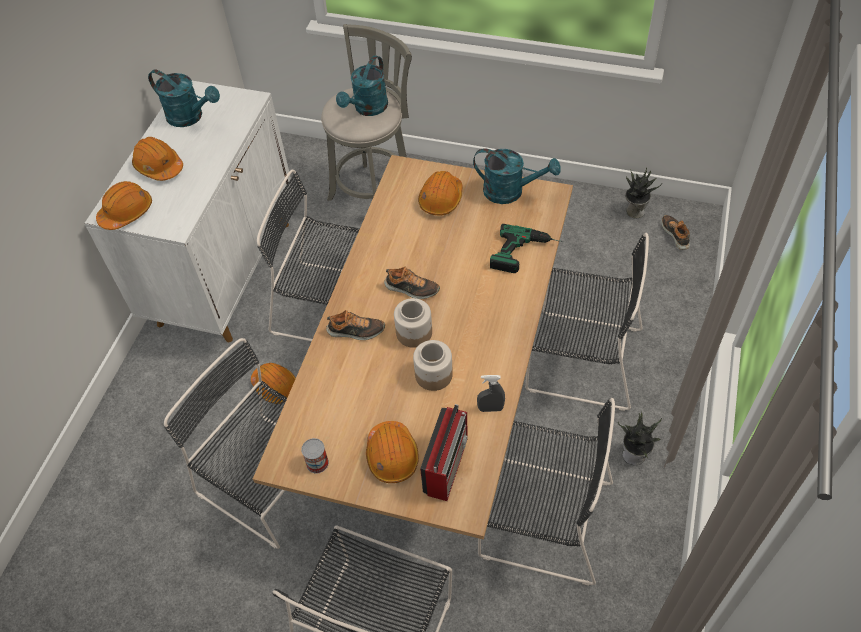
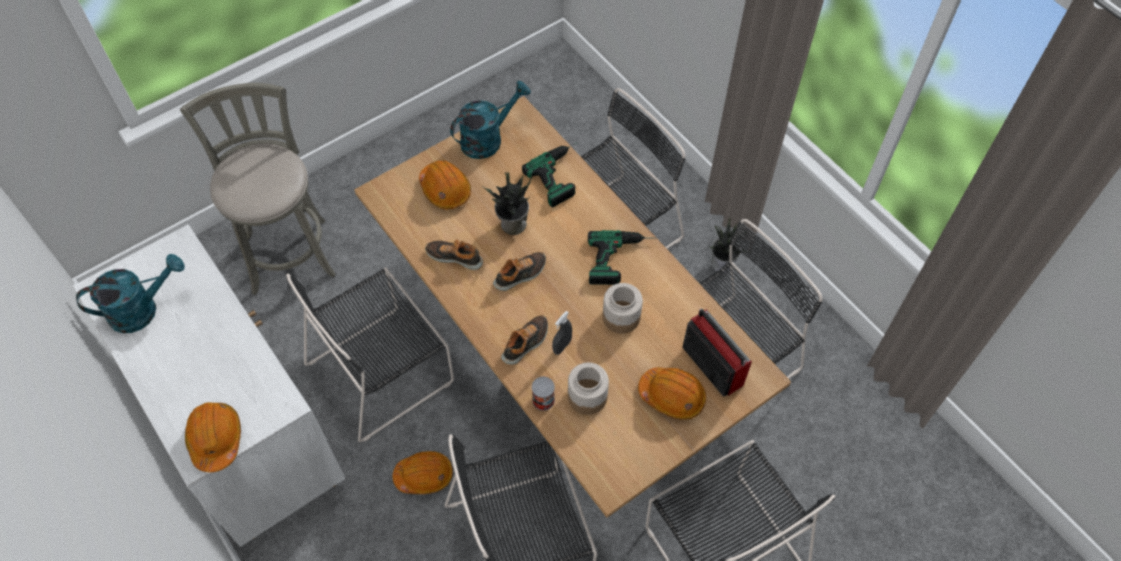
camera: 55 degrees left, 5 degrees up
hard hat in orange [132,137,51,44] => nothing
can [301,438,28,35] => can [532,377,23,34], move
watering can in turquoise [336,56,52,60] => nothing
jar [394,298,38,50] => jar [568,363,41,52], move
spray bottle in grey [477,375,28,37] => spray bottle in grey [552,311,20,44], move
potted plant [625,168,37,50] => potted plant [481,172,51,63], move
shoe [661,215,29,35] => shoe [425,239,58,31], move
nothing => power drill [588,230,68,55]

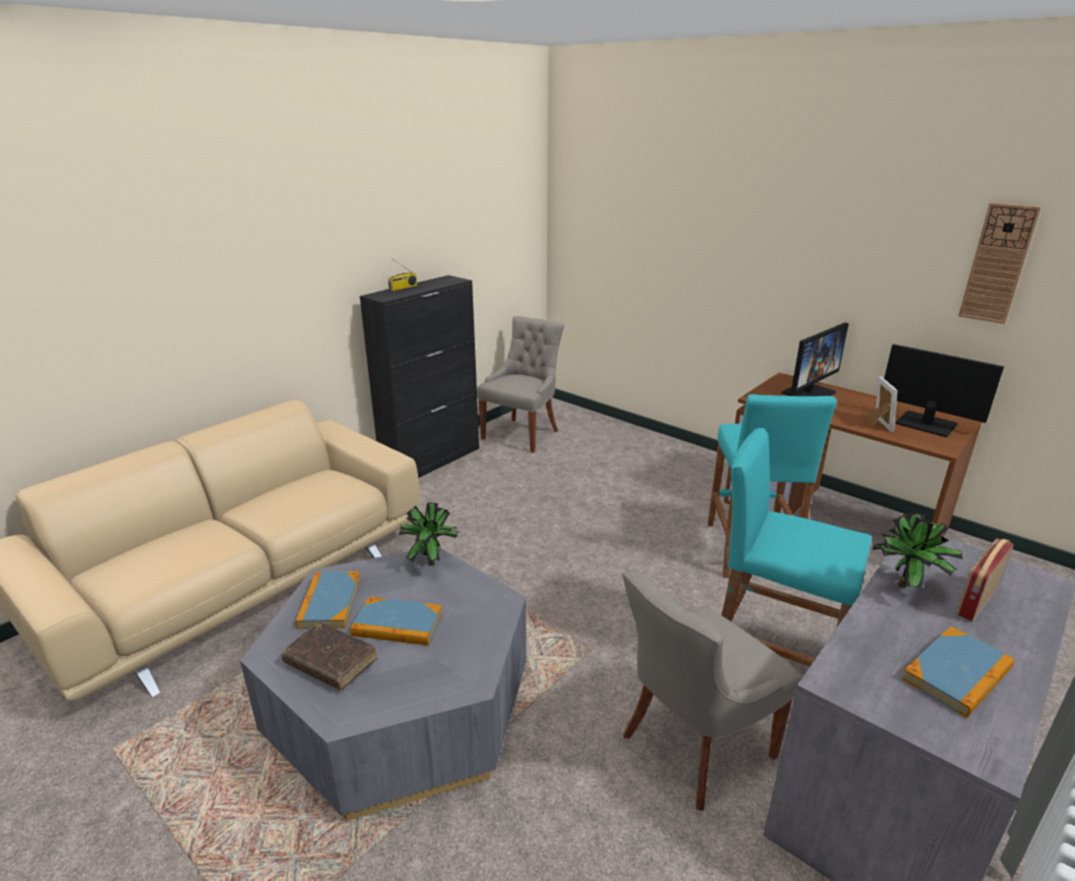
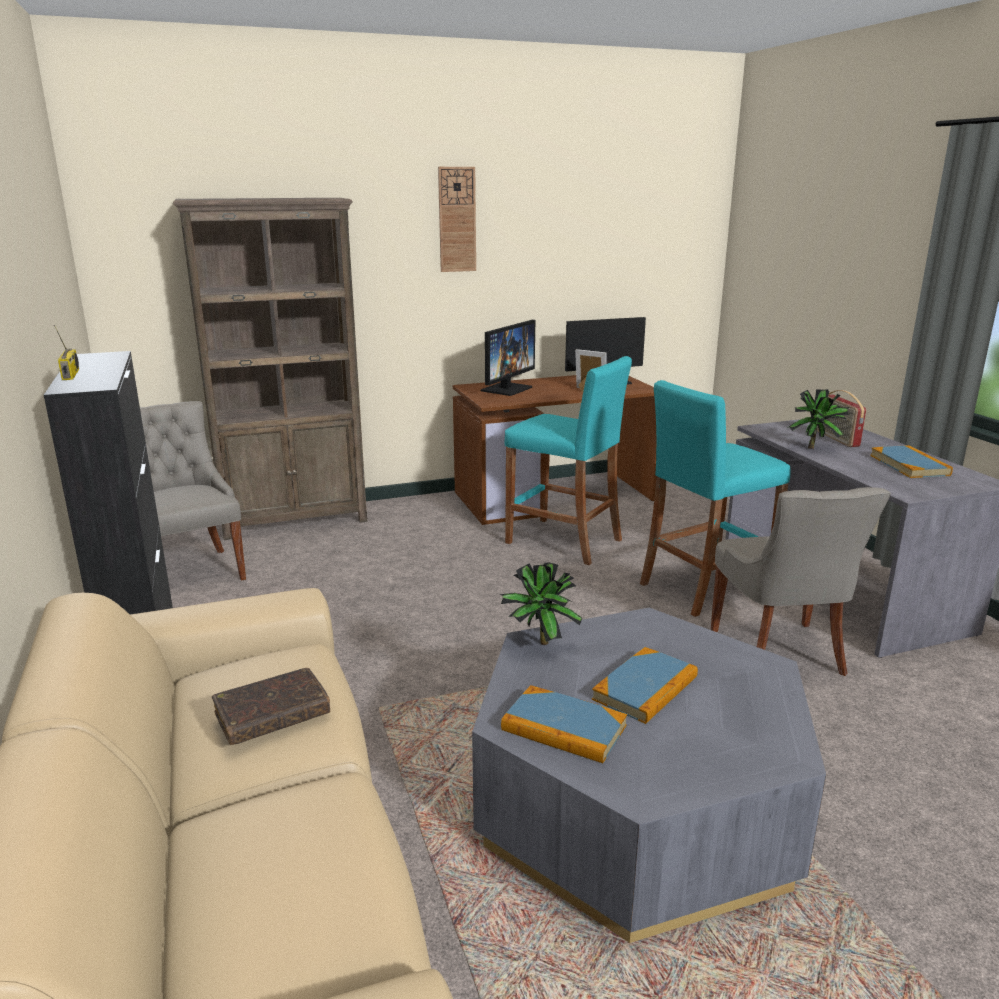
camera: 60 degrees left, 5 degrees down
book in brown [281,622,96,68] => book in brown [212,668,119,77], move
monitor [782,322,67,74] => monitor [480,320,55,76], 45 degrees clockwise
wall clock [958,203,83,121] => wall clock [438,167,38,105], move
nothing => bookcase in brown [173,198,194,342]

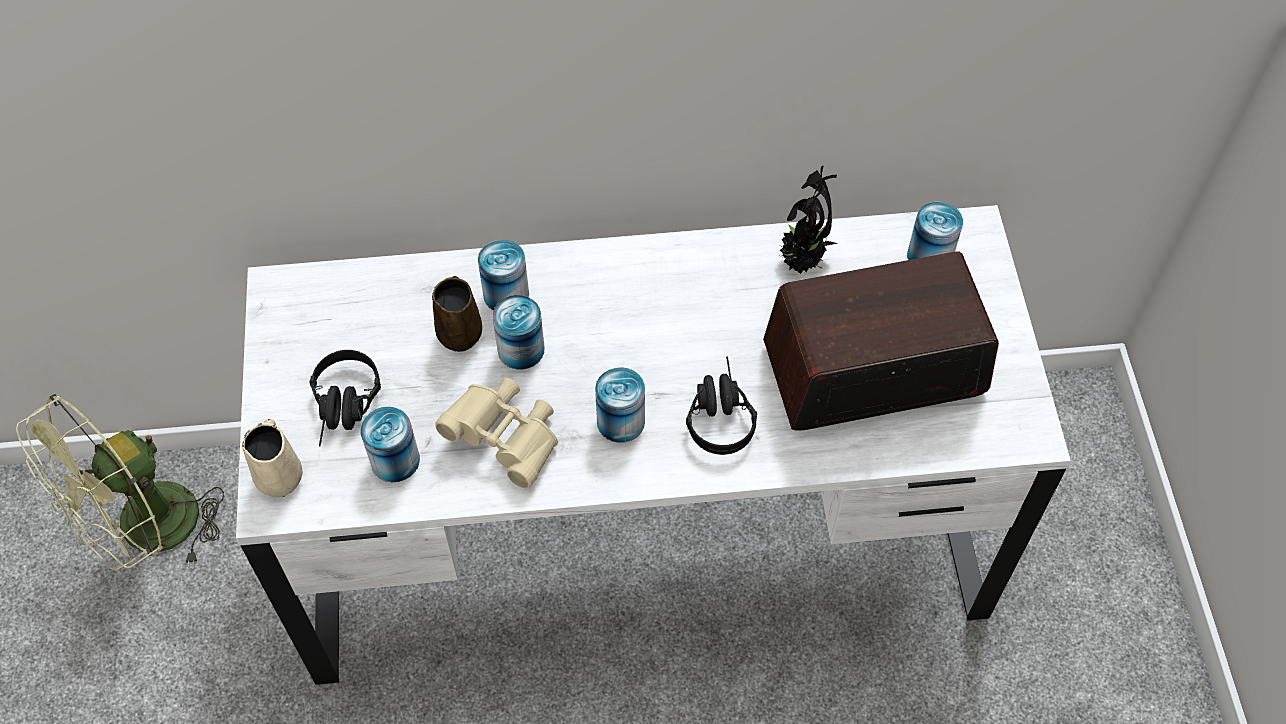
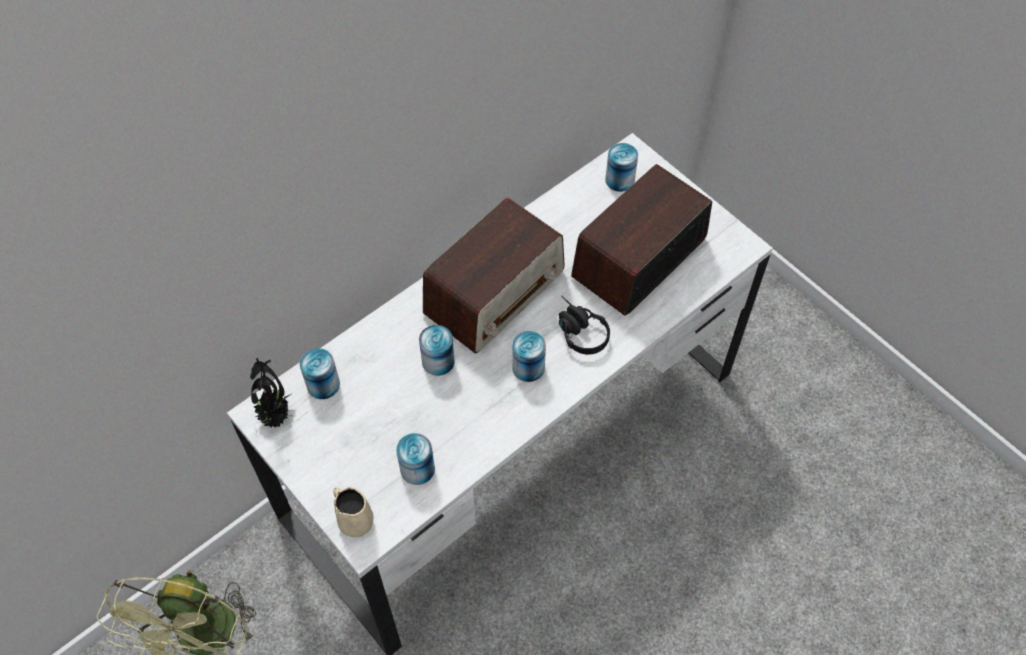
camera: 35 degrees left, 0 degrees up
headphones in black [309,350,72,96] => nothing
mug in brown [432,276,50,76] => nothing
binoculars in beige [435,378,123,110] => nothing
can [478,240,51,70] => can [300,348,40,51], move
potted plant [780,165,57,109] => potted plant [250,358,43,70], move
nothing => radio [423,198,142,155]

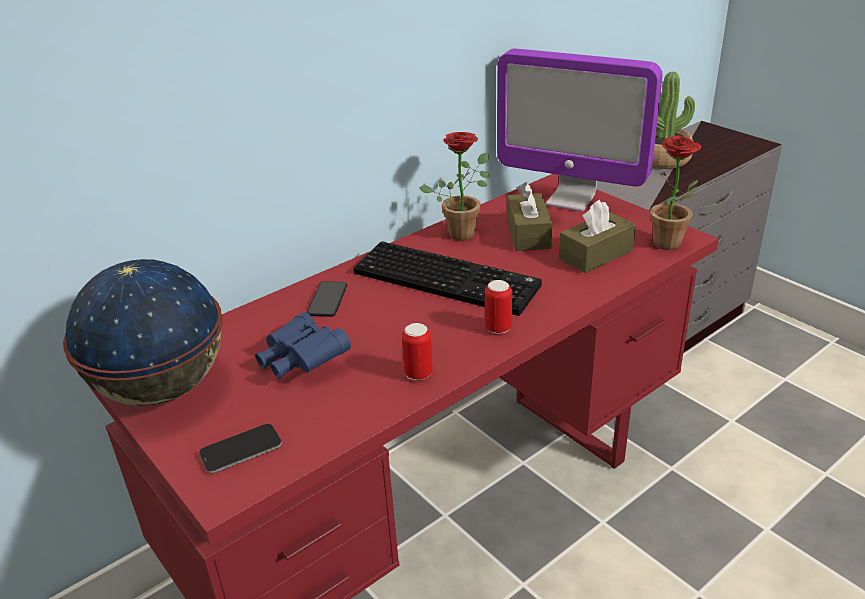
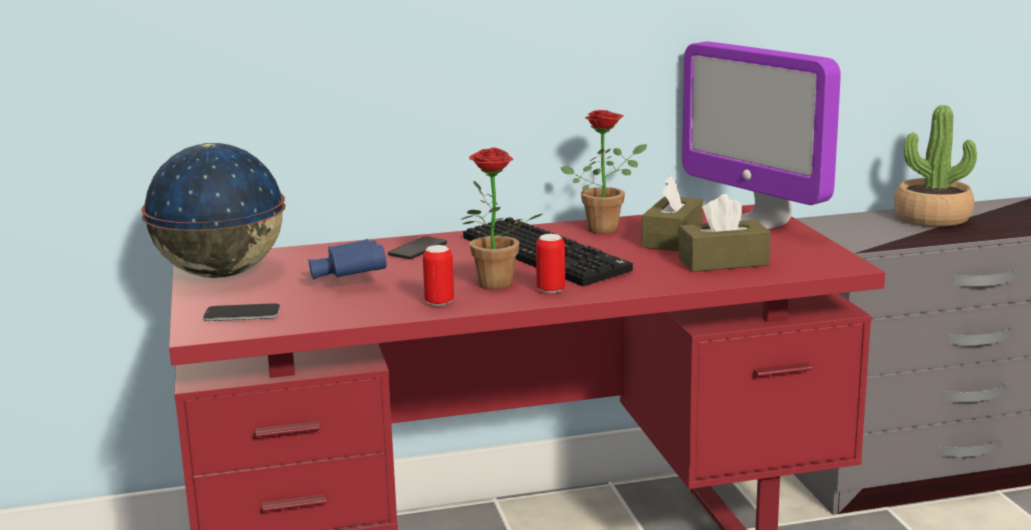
camera: 25 degrees right, 15 degrees down
potted plant [650,135,51,115] => potted plant [461,147,81,143], move

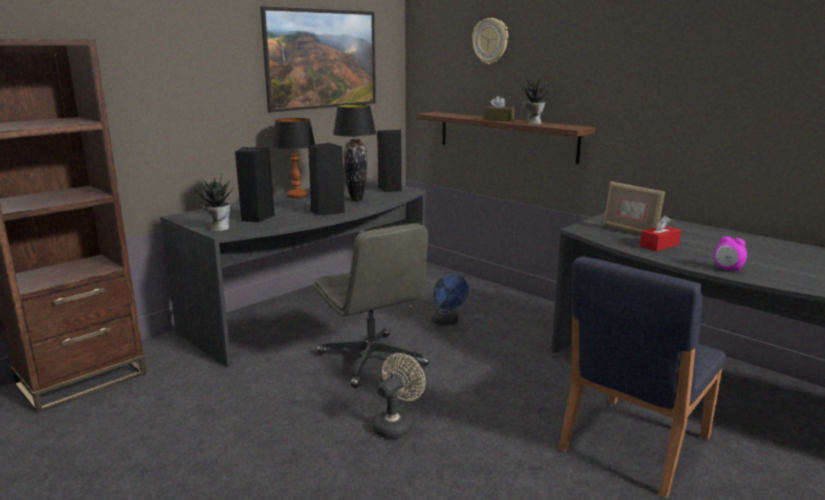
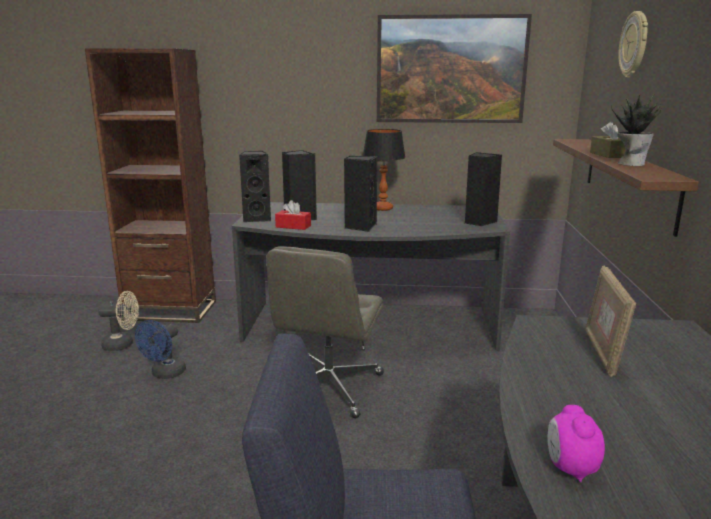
camera: 50 degrees right, 0 degrees up
potted plant [194,173,40,58] => speaker in black [239,151,32,71]
table lamp in black [333,104,43,98] => nothing
fan in beige [373,353,52,86] => fan in beige [98,291,41,60], move
fan in blue [430,274,38,51] => fan in blue [135,320,51,59], move
tissue box in red [640,216,41,35] => tissue box in red [275,200,36,30], move

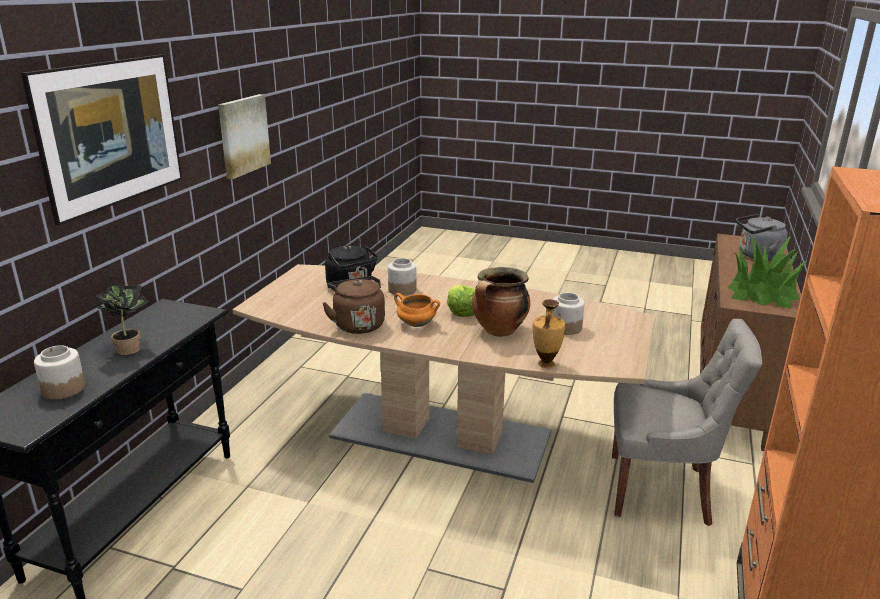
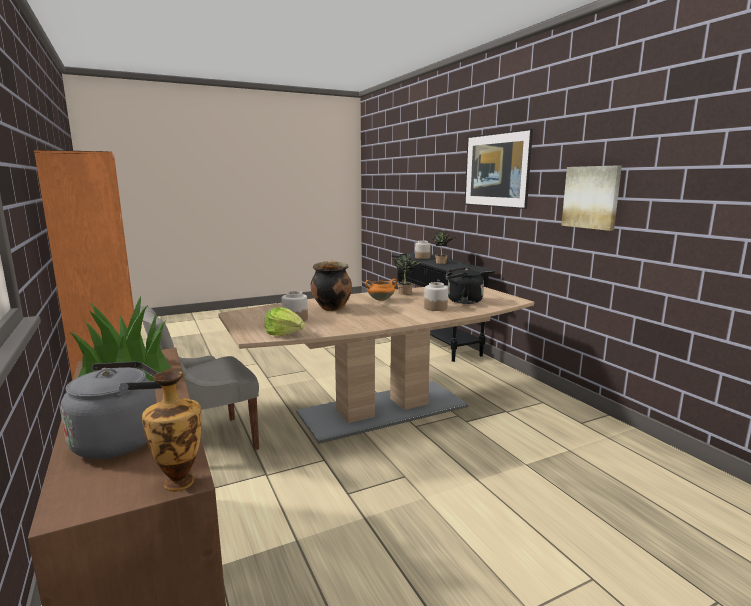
camera: 135 degrees right, 10 degrees down
kettle in brown [322,276,63,58] => potted plant [393,254,28,41]
lettuce [447,284,28,33] => lettuce [265,307,40,29], move
vase [532,299,33,69] => vase [142,370,60,122], move

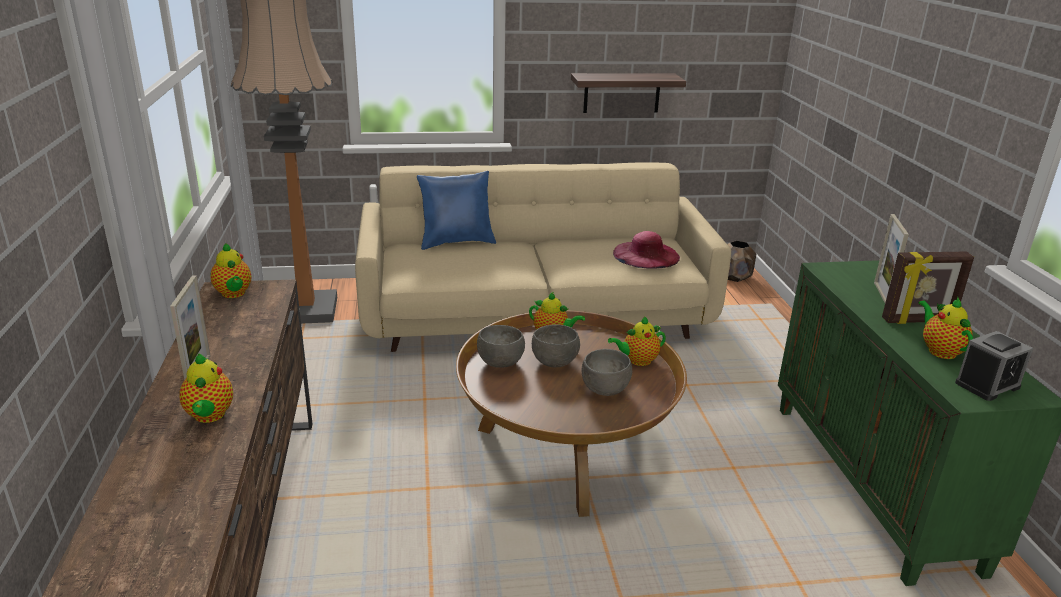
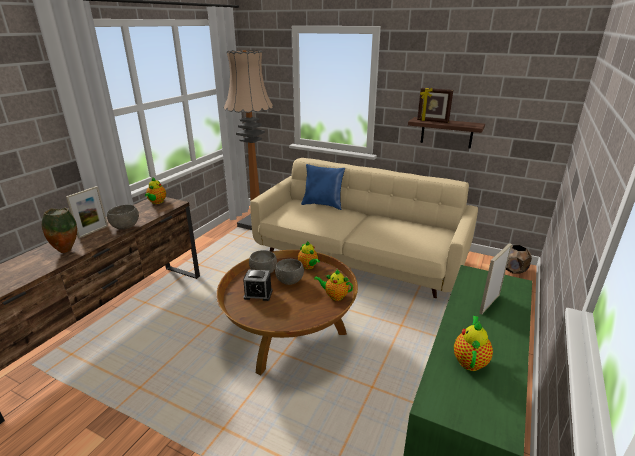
camera: 35 degrees right, 0 degrees up
teapot [179,353,54,70] => vase [42,207,35,46]
bowl in grey [582,349,50,47] => bowl in grey [107,205,32,25], move
hat in pink [613,231,67,38] => nothing
picture frame [882,252,92,72] => picture frame [417,88,36,35], move
alarm clock [955,331,78,70] => alarm clock [243,270,30,31], move

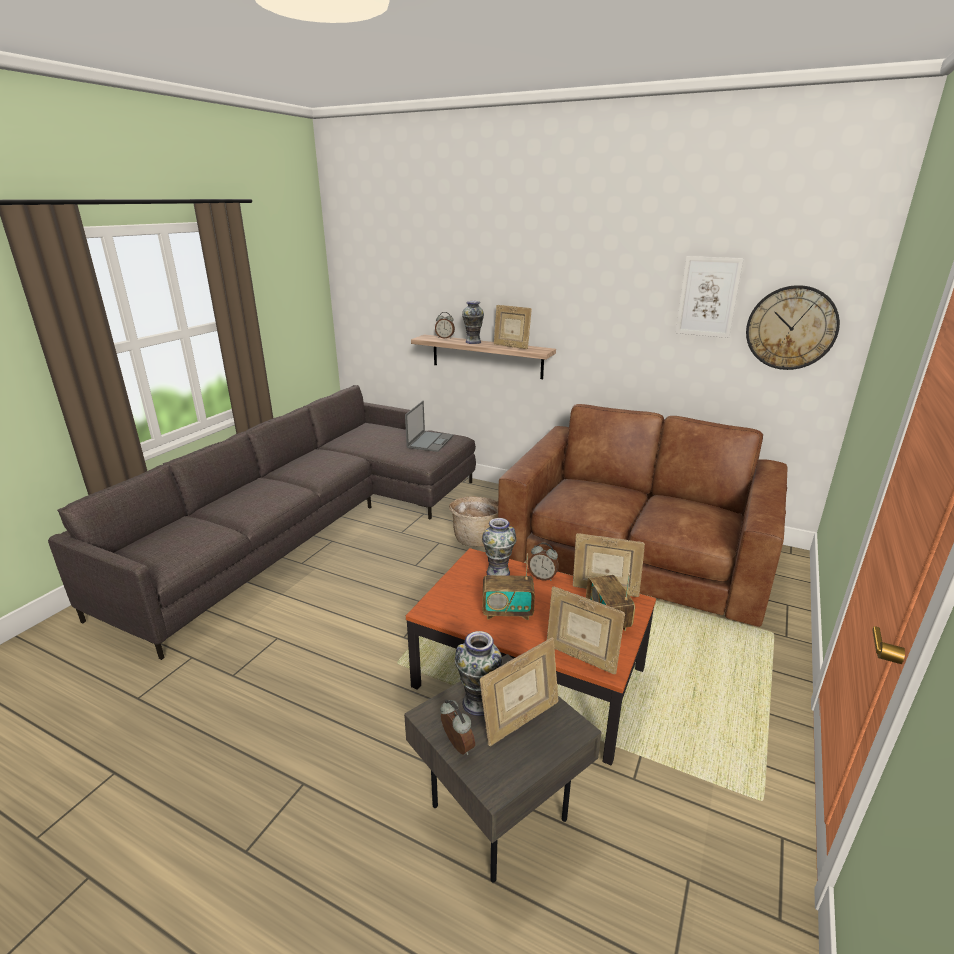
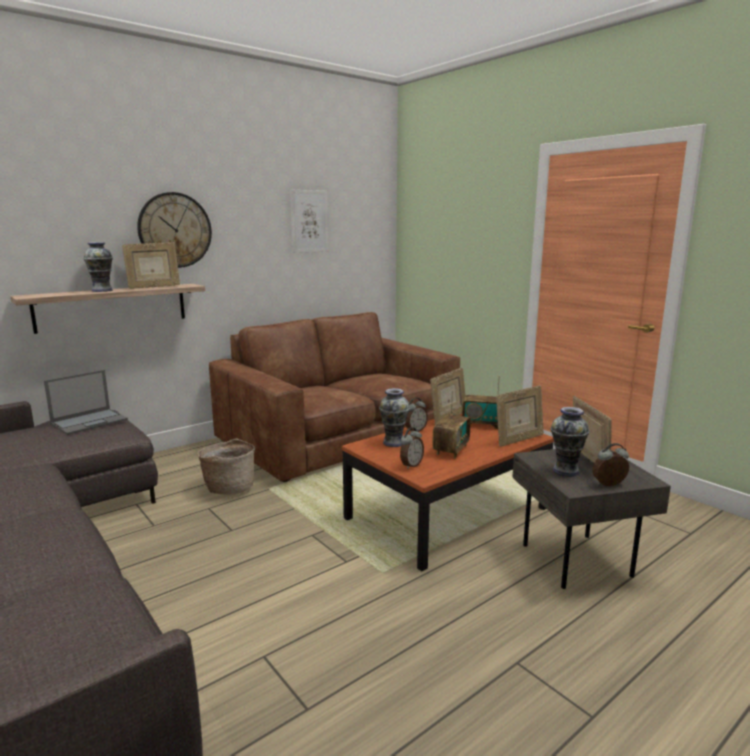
camera: 65 degrees left, 10 degrees down
laptop [405,401,49,51] => laptop [44,370,84,65], 90 degrees clockwise
alarm clock [435,312,20,27] => alarm clock [400,427,24,42], move
wall clock [746,285,94,85] => wall clock [137,192,75,76], move

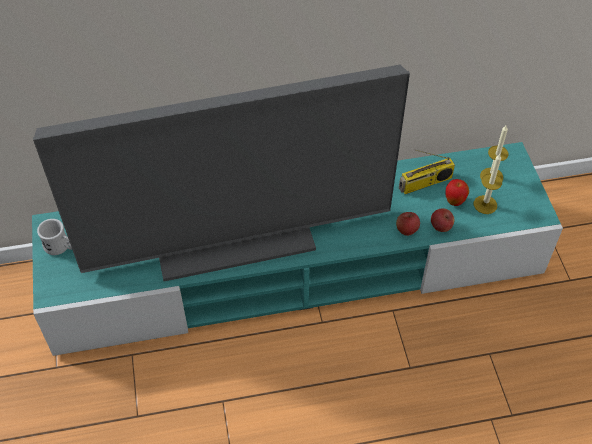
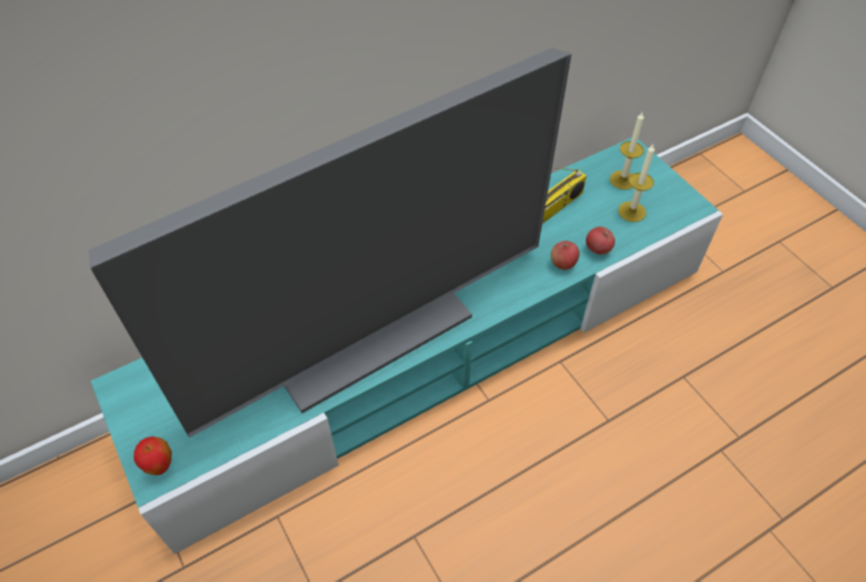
camera: 20 degrees left, 0 degrees up
mug in white [37,219,35,36] => nothing
apple [445,179,24,27] => apple [134,437,38,38], move

